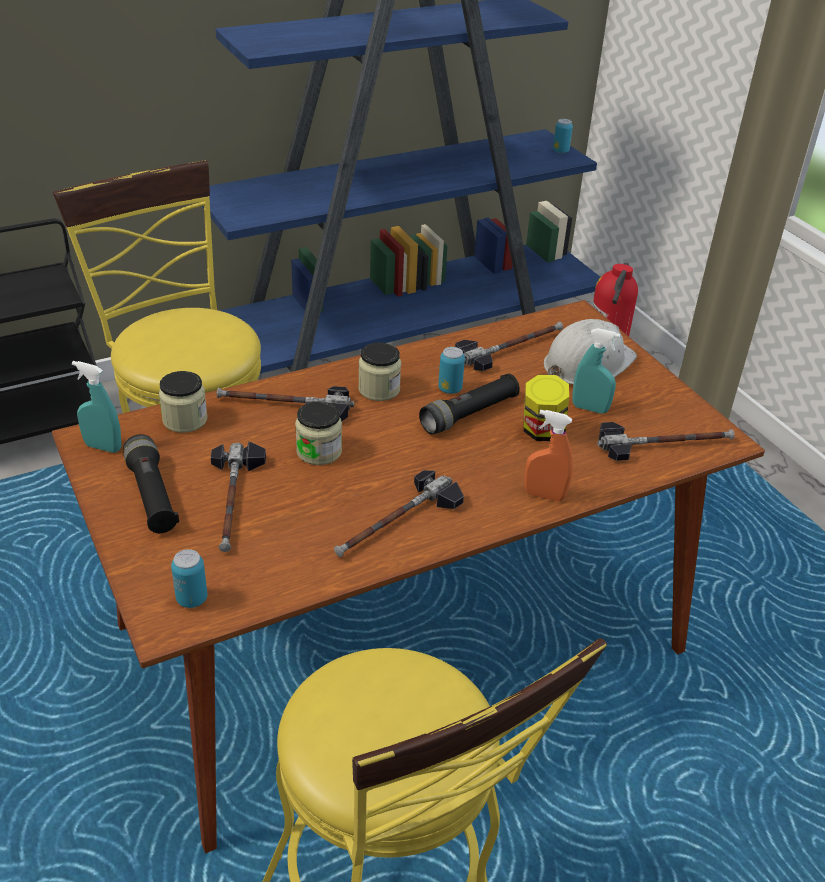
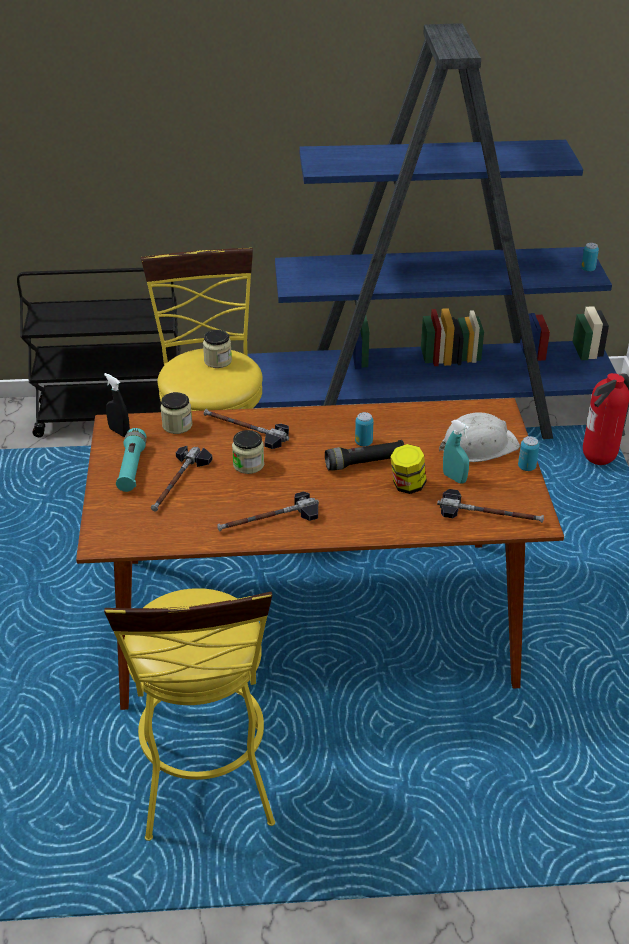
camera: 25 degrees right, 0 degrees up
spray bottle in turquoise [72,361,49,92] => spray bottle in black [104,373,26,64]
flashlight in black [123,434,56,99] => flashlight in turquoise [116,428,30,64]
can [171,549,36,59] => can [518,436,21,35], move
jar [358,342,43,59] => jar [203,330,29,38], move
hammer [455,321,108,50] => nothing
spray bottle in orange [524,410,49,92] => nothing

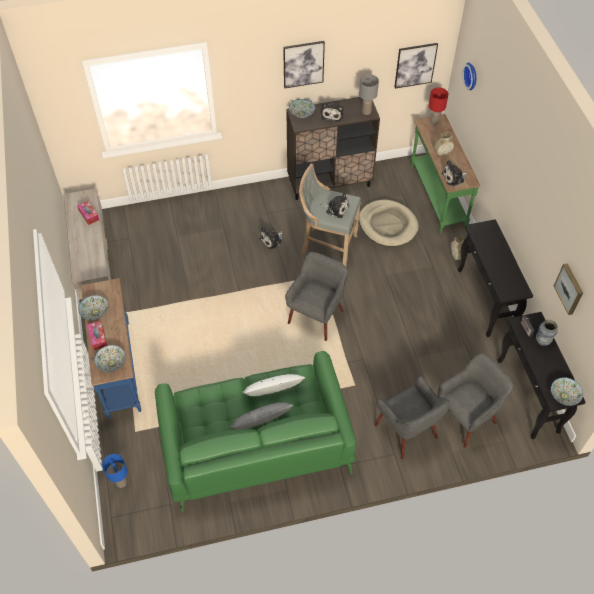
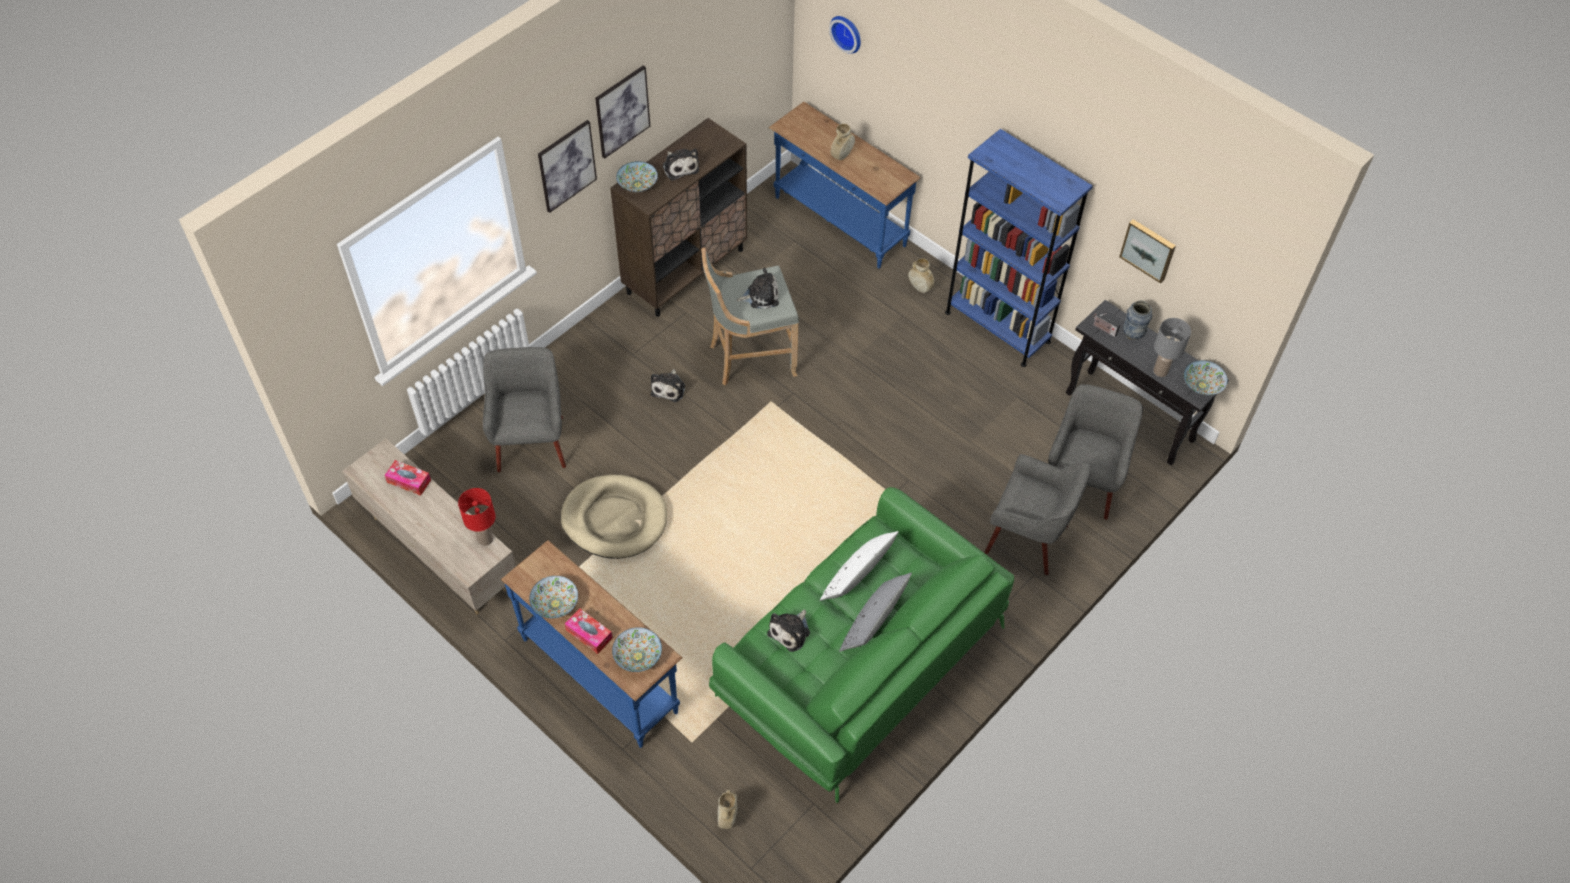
camera: 35 degrees left, 0 degrees up
table lamp in blue [102,454,26,34] => vase in beige [718,790,19,39]
armchair in grey [285,252,63,89] => armchair in grey [483,347,83,125], move
table lamp in grey [359,74,20,41] => table lamp in grey [1153,318,38,59], move
dog bed in beige [359,200,60,47] => dog bed in beige [560,475,107,84], move
picture [395,43,43,46] => picture [538,120,59,93], move
console table in green [411,114,69,119] => console table in blue [769,102,151,167]
table lamp in red [428,87,20,39] => table lamp in red [458,488,38,58], move
plush toy [442,160,26,26] => plush toy [767,609,43,43], move
console table in black [458,219,75,118] => bookcase in blue [945,129,148,238]

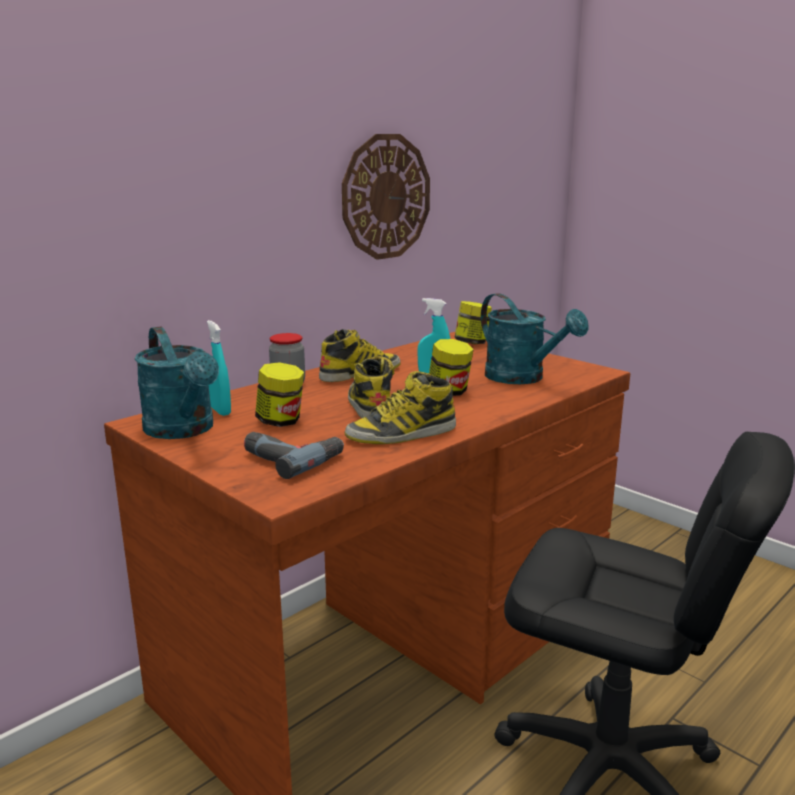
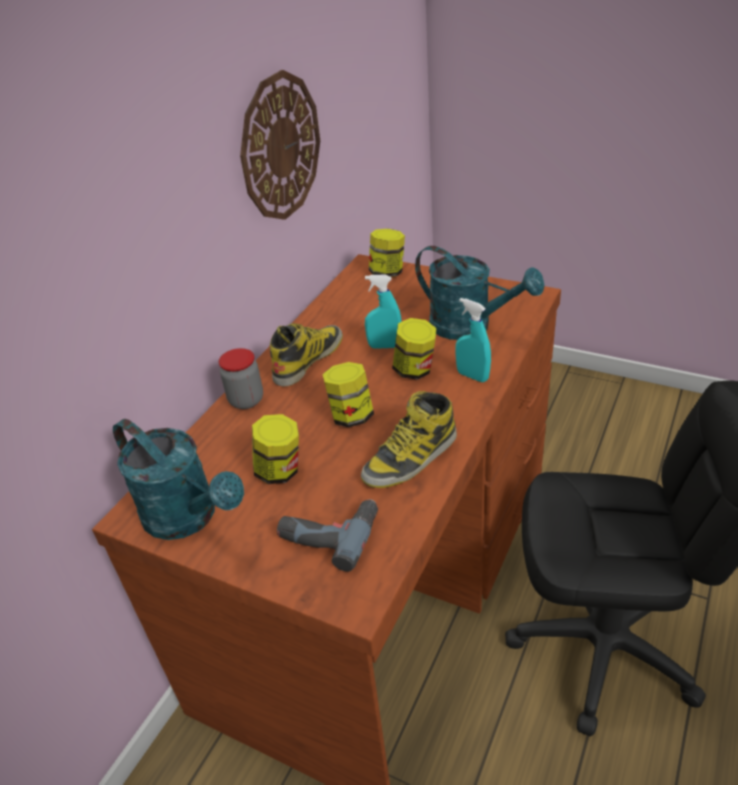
camera: 15 degrees left, 20 degrees up
spray bottle in turquoise [207,320,24,96] => spray bottle in turquoise [456,298,35,84], move
boot [348,356,46,62] => jar [322,362,52,65]

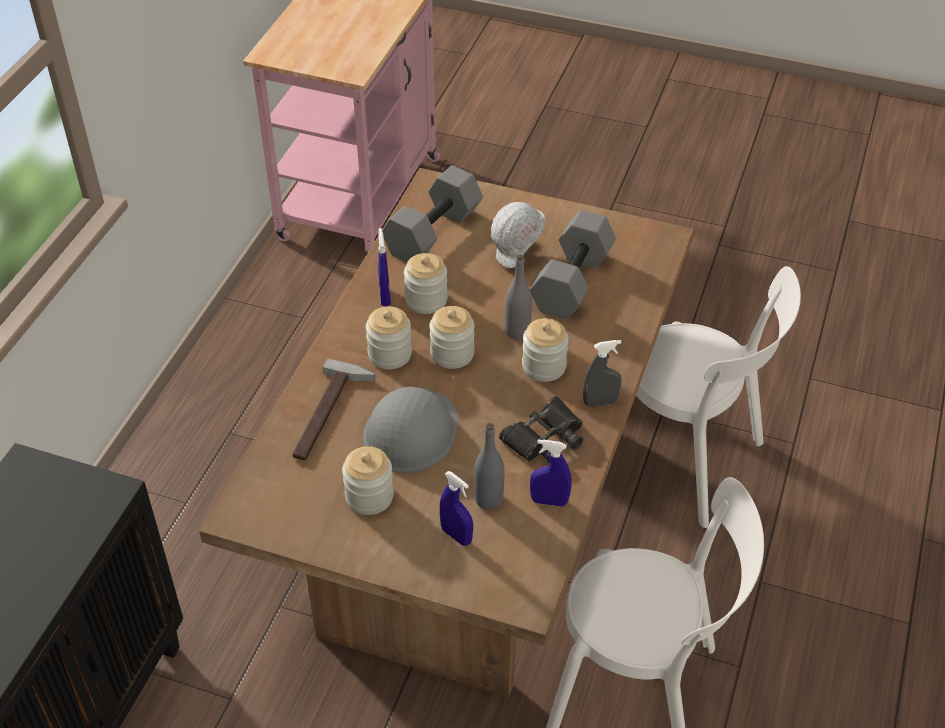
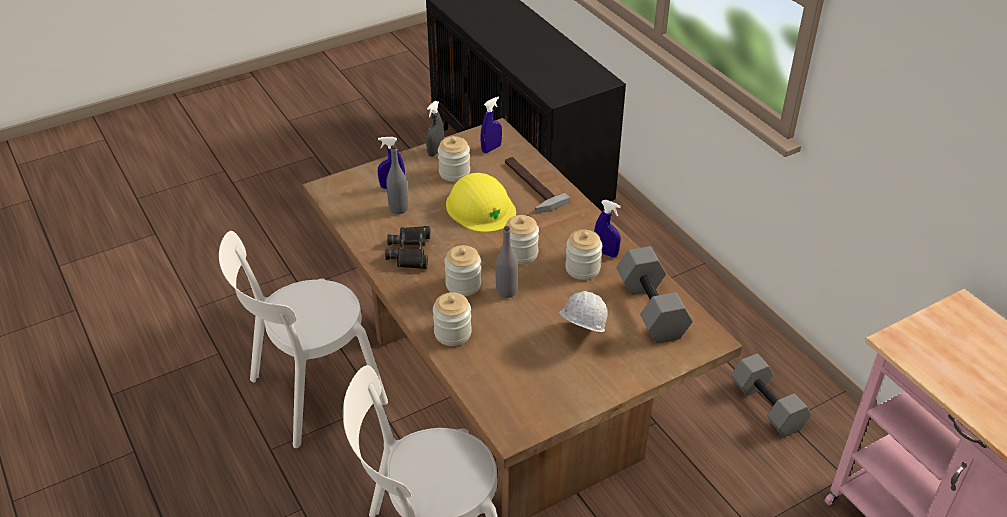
camera: 130 degrees right, 5 degrees down
hard hat in grey [363,387,95,86] => hard hat in yellow [446,173,70,60]
jar [366,306,46,63] => jar [433,292,39,54], move
dumbbell in grey [530,210,86,109] => dumbbell in grey [731,354,80,83], move
spray bottle in blue [530,439,42,68] => spray bottle in blue [480,97,22,56], move
spray bottle in grey [583,340,39,67] => spray bottle in grey [426,101,18,56], move

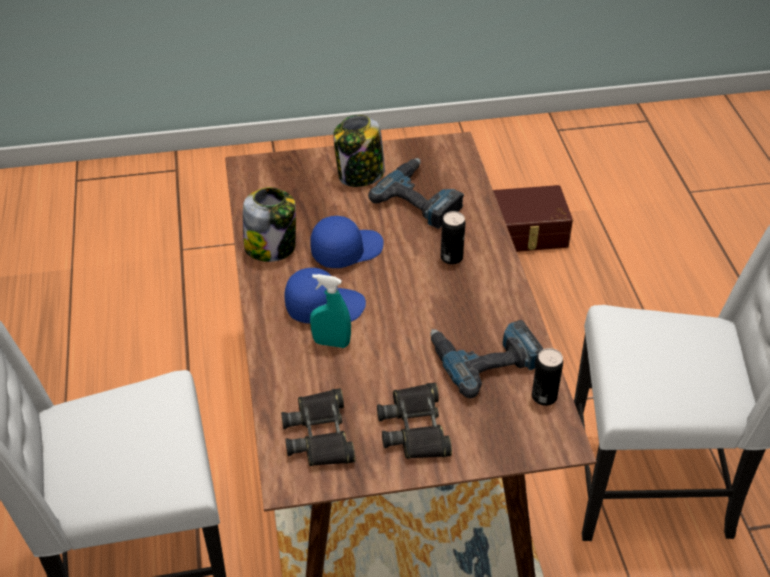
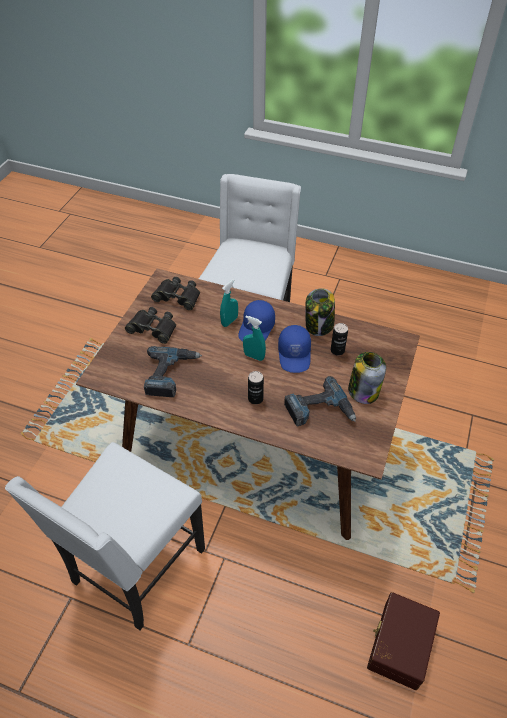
camera: 120 degrees right, 5 degrees up
can [532,348,31,58] => can [331,323,17,32], move
nothing => spray bottle in turquoise [243,316,23,45]

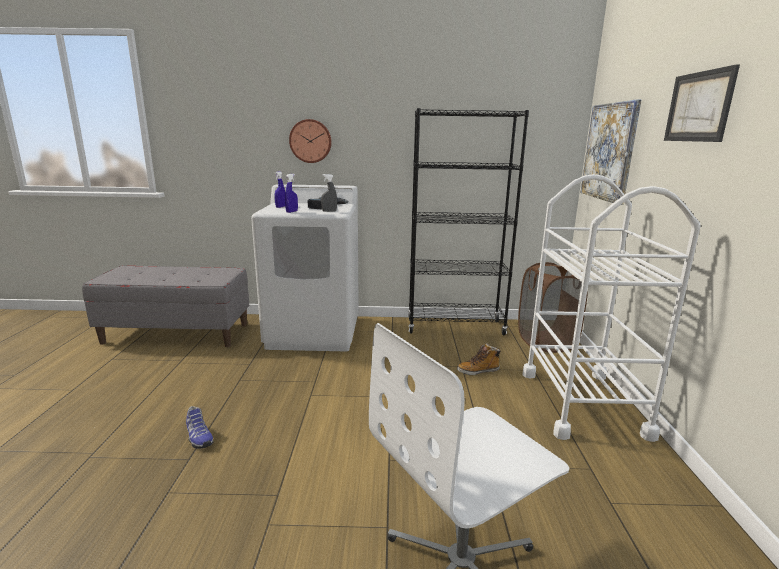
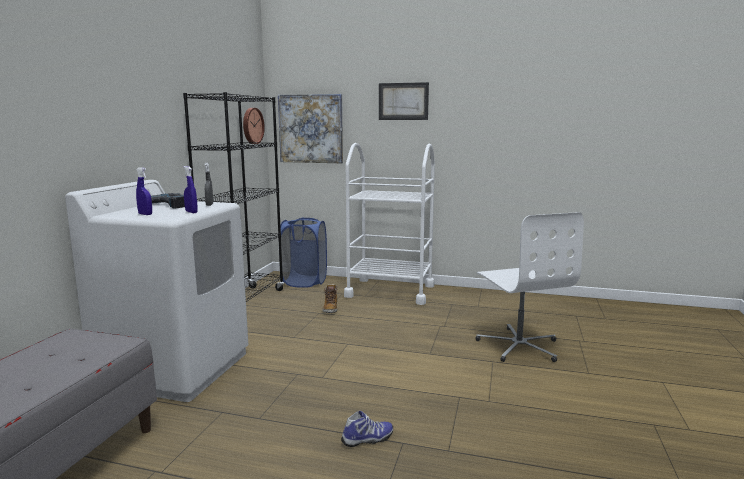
camera: 75 degrees left, 5 degrees down
wall clock [289,119,43,44] => wall clock [243,108,22,36], move
laundry basket in brown [518,262,70,91] => laundry basket in blue [279,218,48,70]

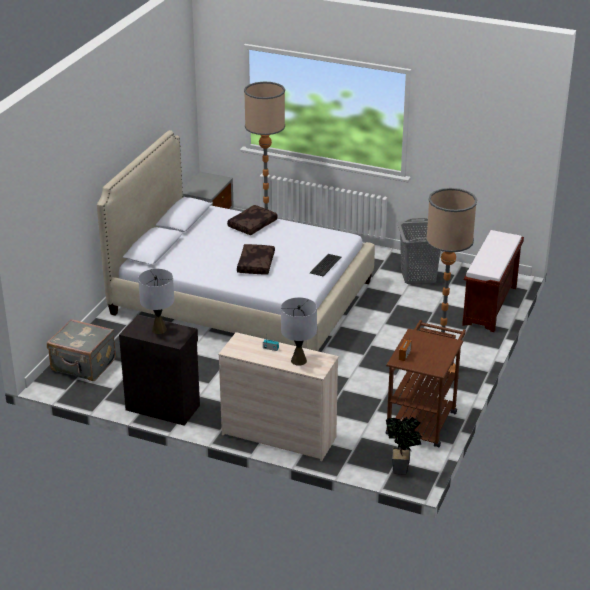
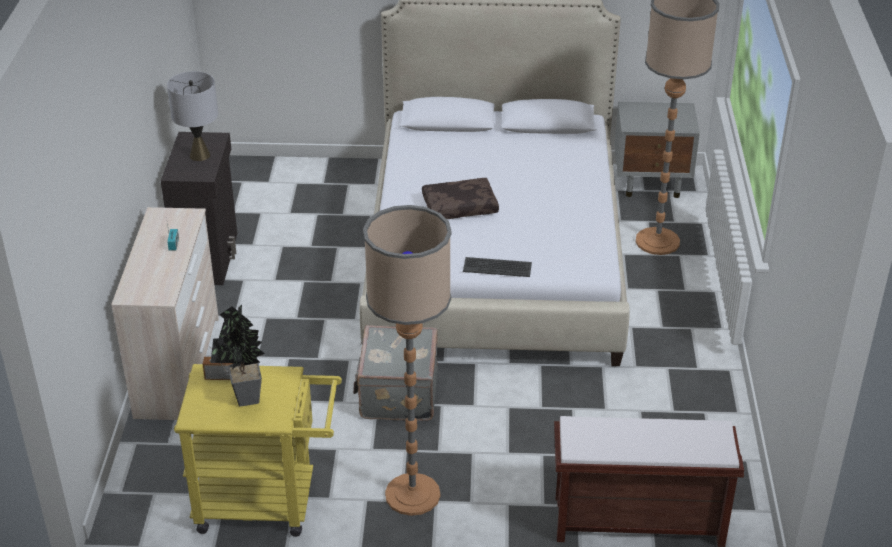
camera: 70 degrees right, 5 degrees up
suitcase in grey [47,319,69,62] => suitcase in grey [353,325,85,96], move
pillow in brown [227,205,51,30] => nothing
table lamp in grey [281,297,36,69] => nothing
cart in brown [386,320,80,128] => cart in yellow [174,364,168,173]
potted plant [386,416,36,59] => potted plant [211,305,54,102], move
laundry basket in grey [397,218,43,66] => nothing

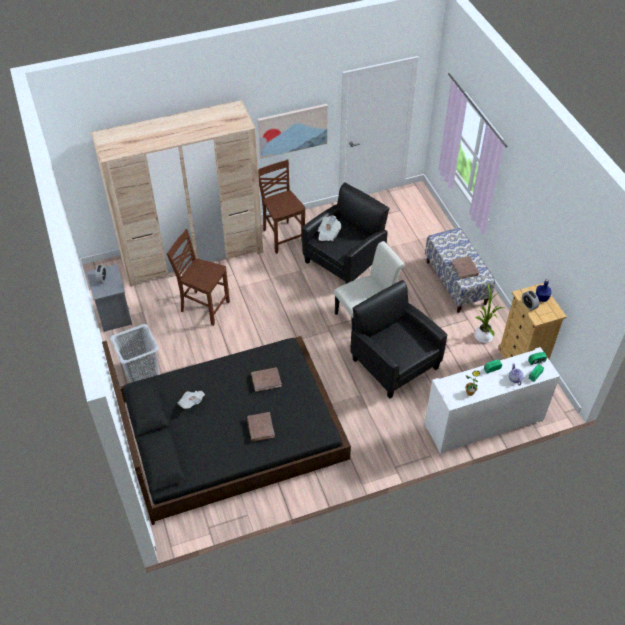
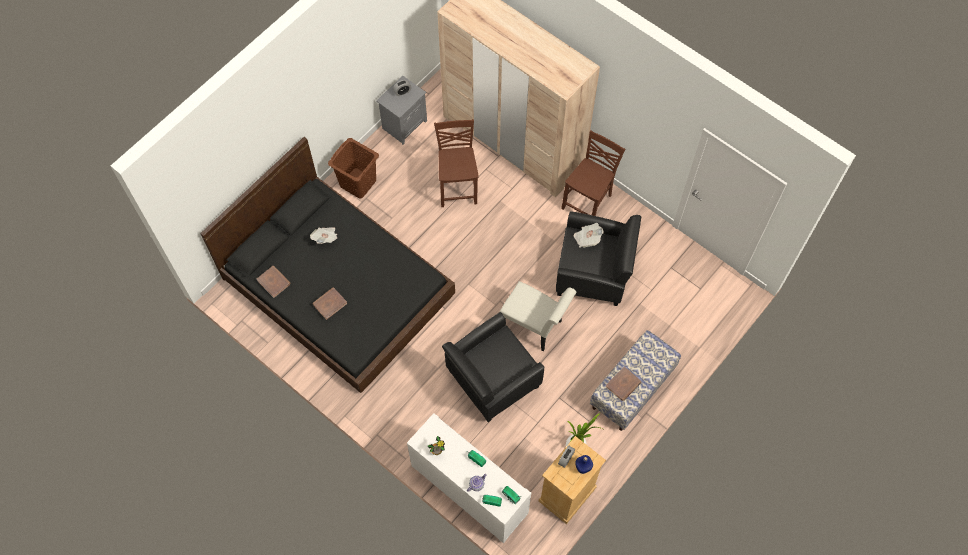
camera: 60 degrees right, 15 degrees up
laundry basket in grey [110,324,49,59] => laundry basket in brown [328,138,51,60]
book in brown [251,367,31,25] => book in brown [257,266,33,32], move
picture [257,104,71,55] => nothing
armchair in black [350,280,97,119] => armchair in black [442,312,102,110], 150 degrees counterclockwise

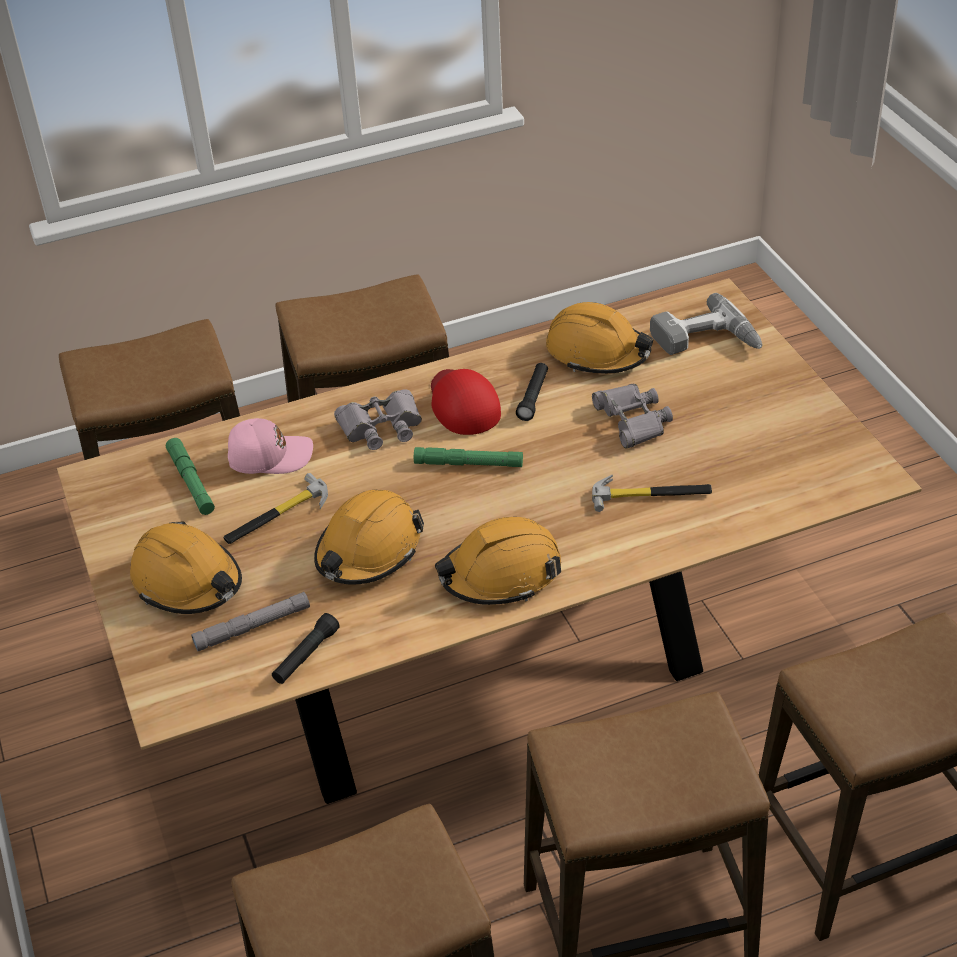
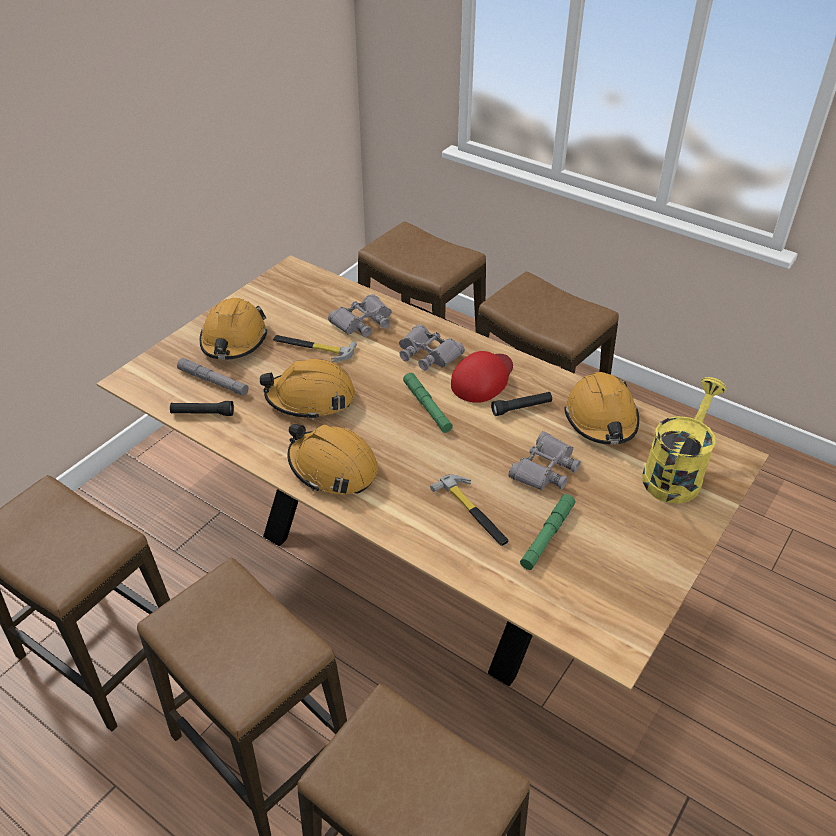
camera: 55 degrees right, 0 degrees up
flashlight in green [166,438,49,77] => flashlight in green [520,494,55,76], move
cap in pink [228,418,85,56] => binoculars in grey [328,294,63,43]
power drill [650,293,112,62] => watering can in yellow [643,377,84,127]

